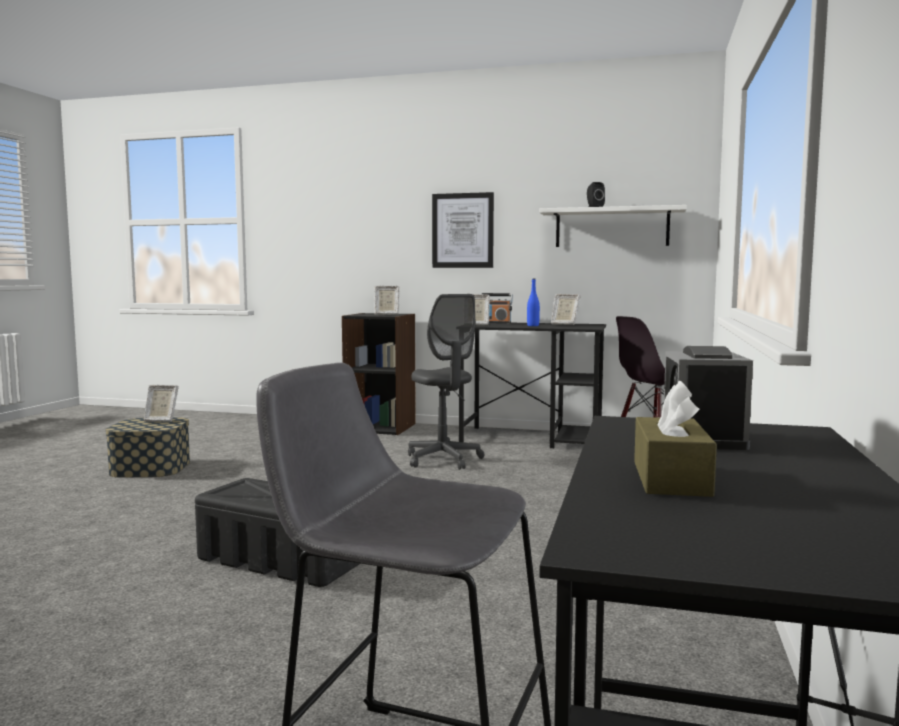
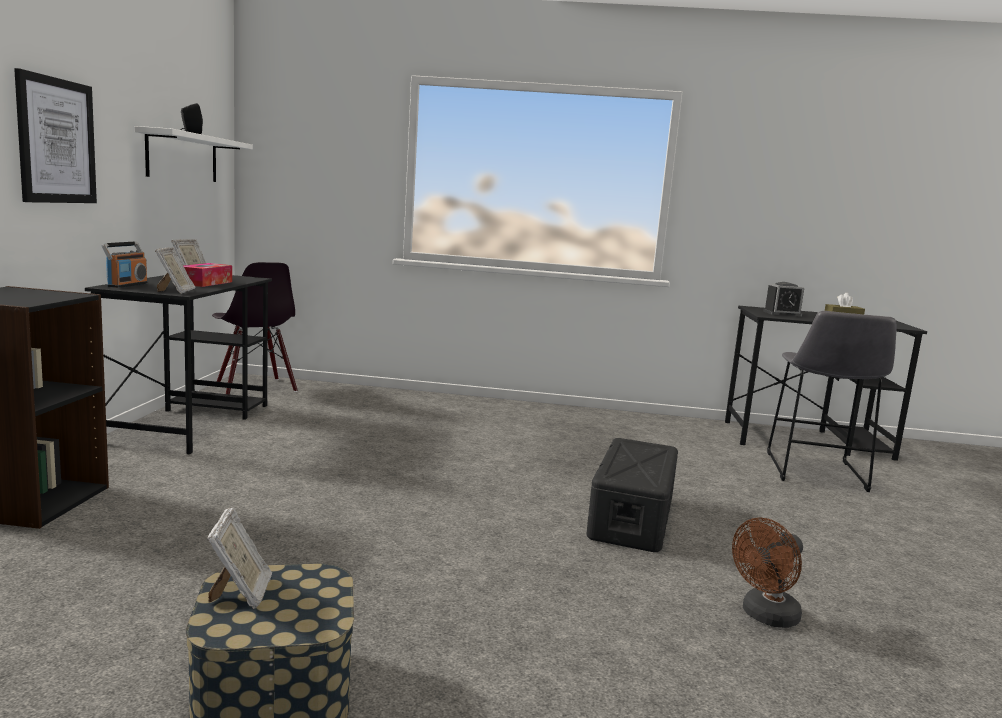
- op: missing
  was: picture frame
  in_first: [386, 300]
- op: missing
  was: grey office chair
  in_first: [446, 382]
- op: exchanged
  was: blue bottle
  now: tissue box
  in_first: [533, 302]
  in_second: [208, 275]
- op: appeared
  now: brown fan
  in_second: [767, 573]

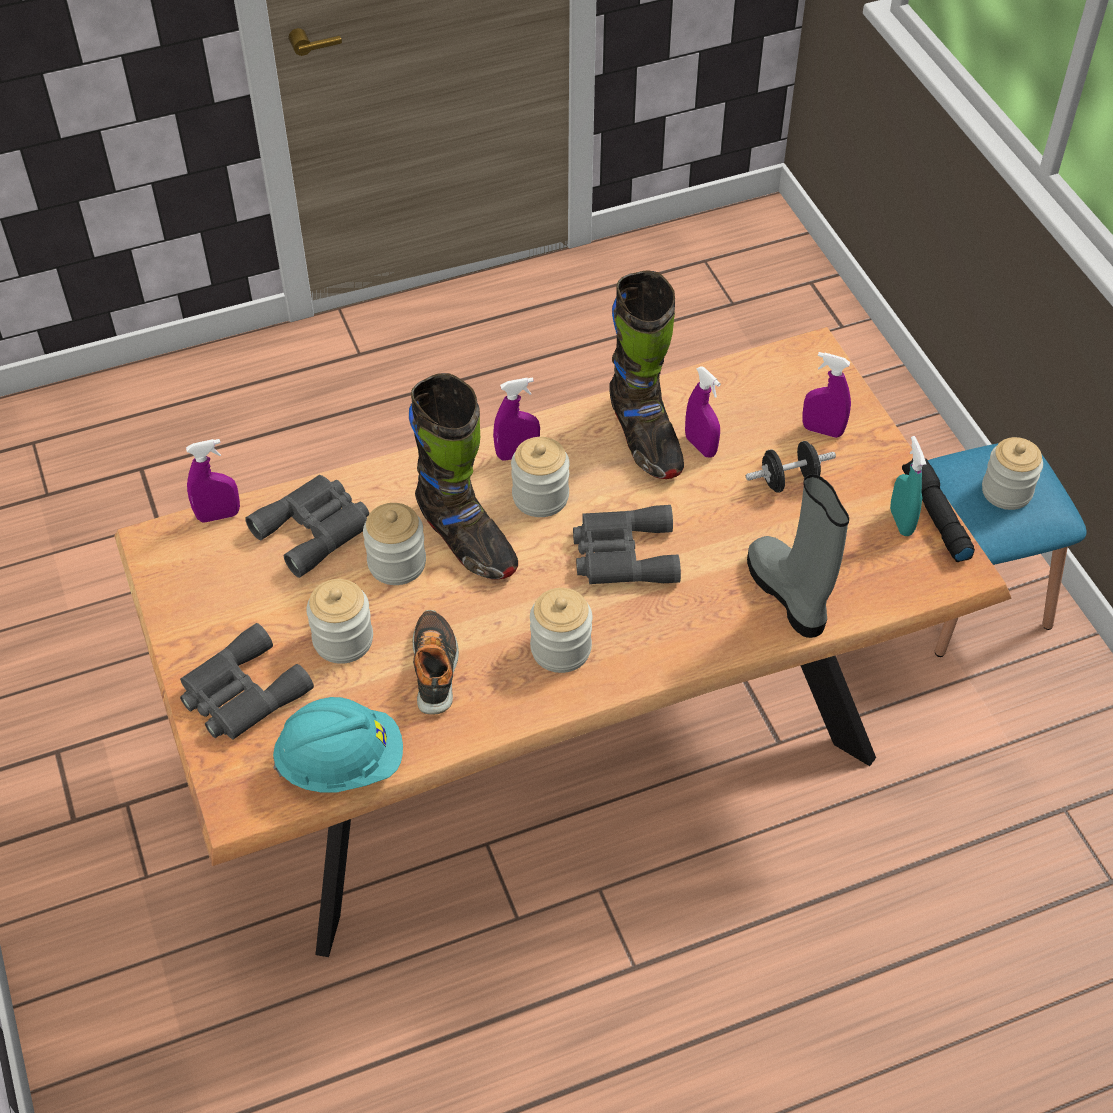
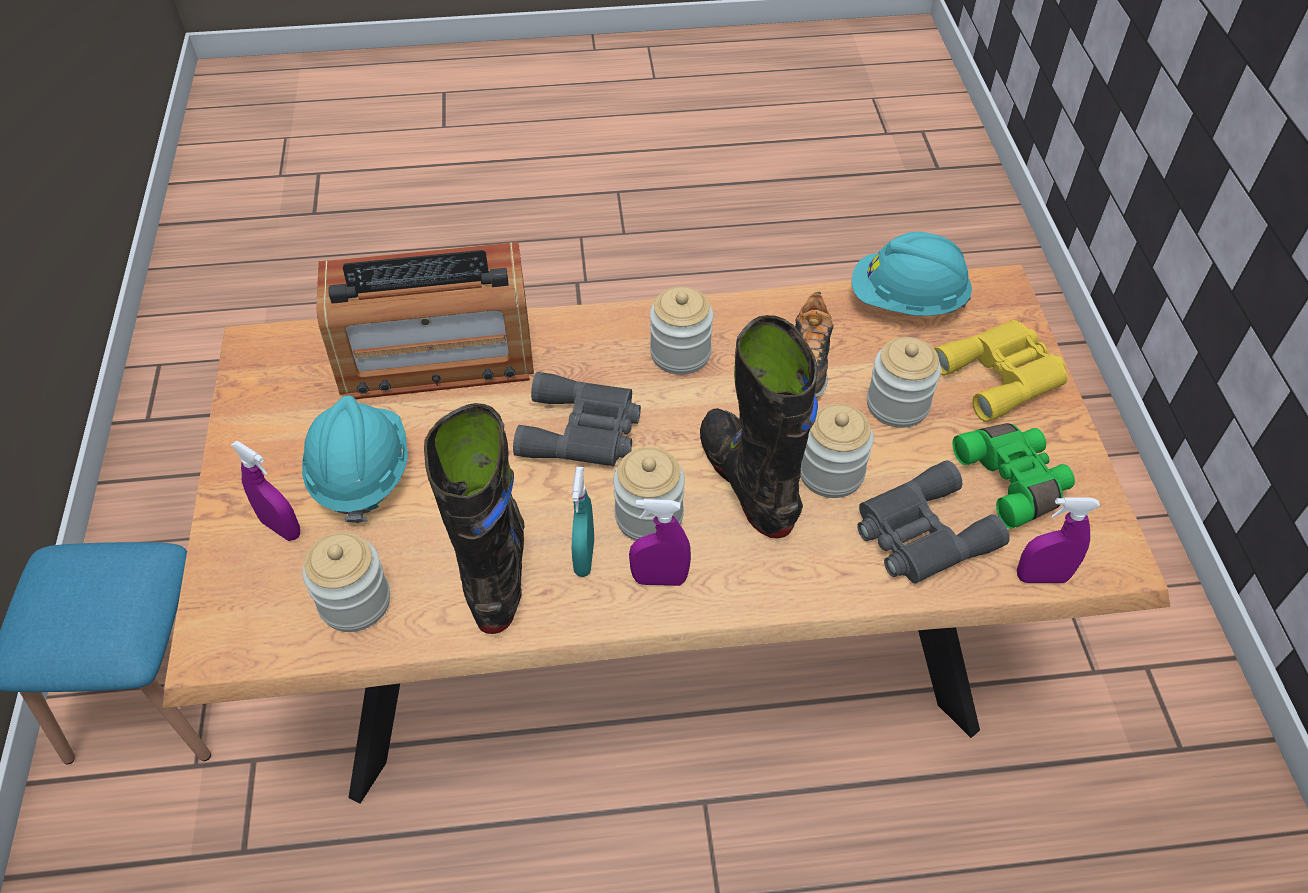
- op: colour
  was: grey binoculars
  now: yellow binoculars
  in_first: [247, 681]
  in_second: [1001, 371]
- op: missing
  was: purple spray bottle
  in_first: [703, 412]
- op: exchanged
  was: black dumbbell
  now: turquoise hard hat
  in_first: [791, 467]
  in_second: [355, 459]
- op: exchanged
  was: grey boot
  now: radio
  in_first: [798, 556]
  in_second: [425, 320]
- op: relocated
  was: turquoise spray bottle
  in_first: [908, 486]
  in_second: [583, 522]
- op: missing
  was: black flashlight
  in_first: [938, 510]
- op: relocated
  was: jar
  in_first: [1012, 473]
  in_second: [346, 582]
- op: appeared
  now: green binoculars
  in_second: [1014, 476]

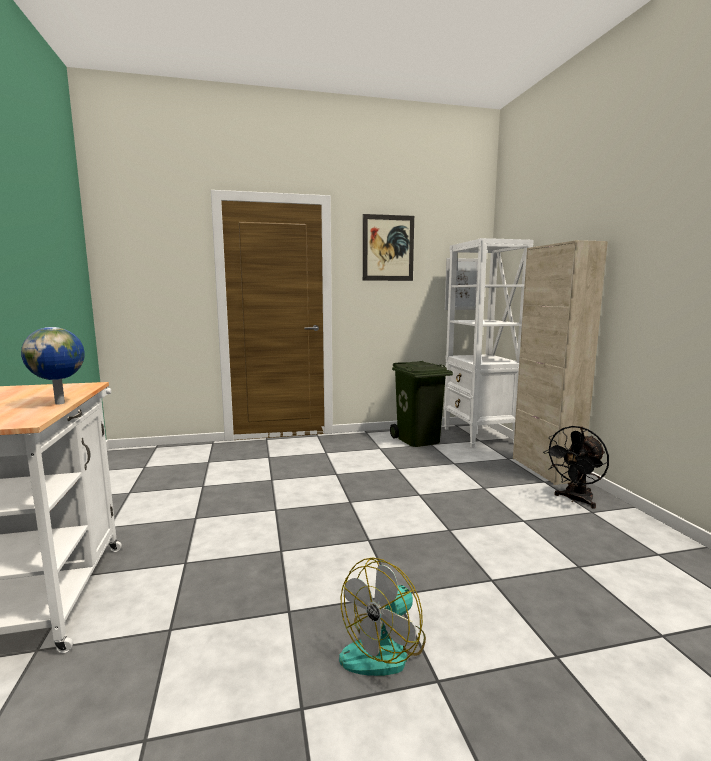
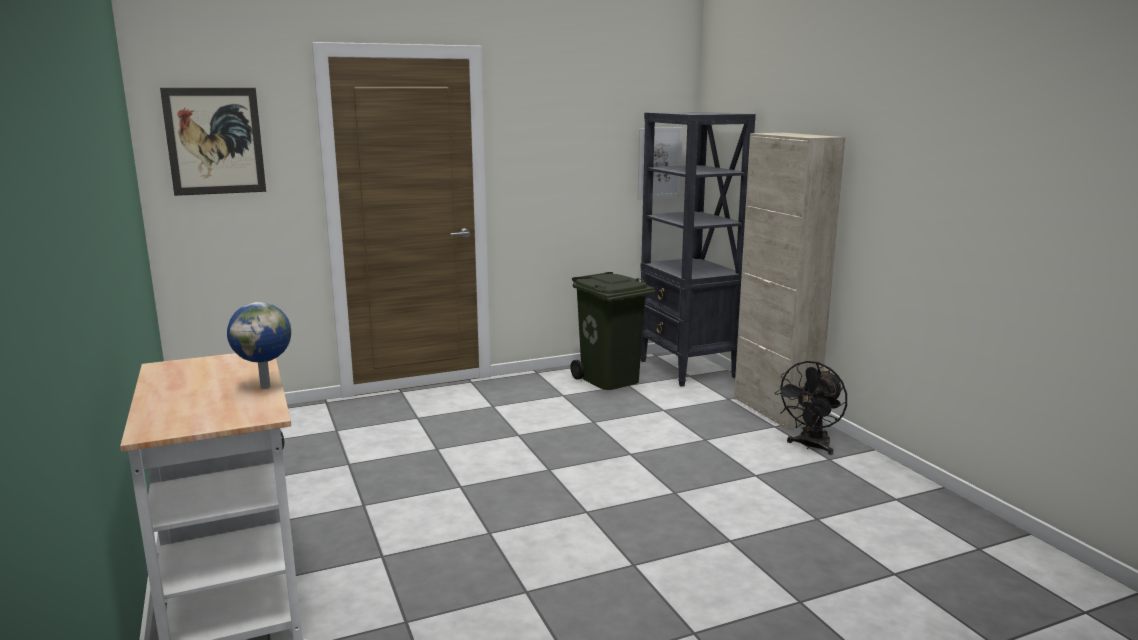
- op: missing
  was: fan
  in_first: [382, 617]
- op: relocated
  was: picture
  in_first: [388, 247]
  in_second: [213, 142]
- op: colour
  was: white bookcase
  now: black bookcase
  in_first: [489, 343]
  in_second: [698, 249]

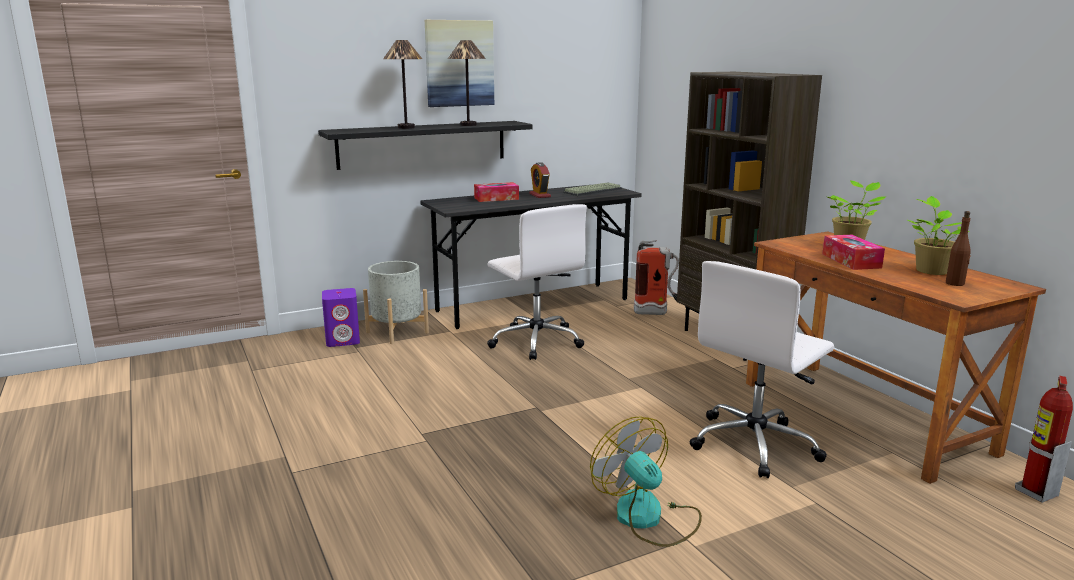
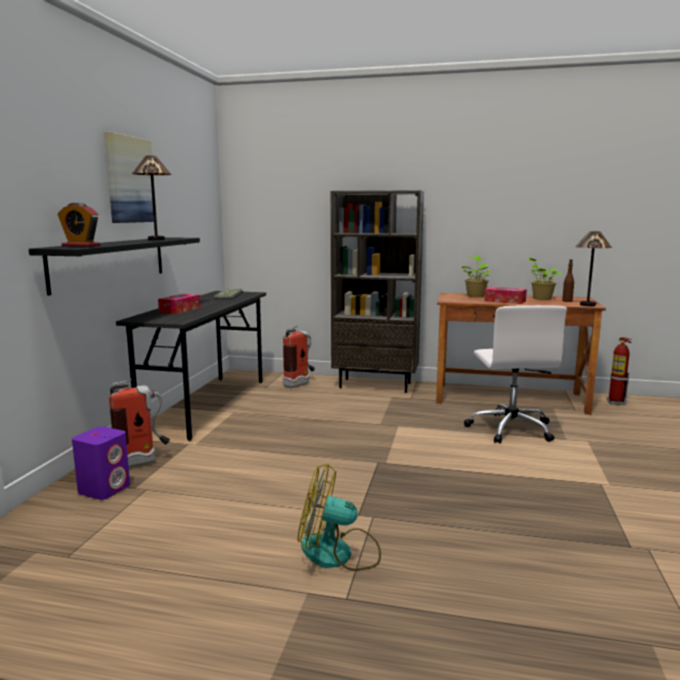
- op: exchanged
  was: grey planter
  now: fire extinguisher
  in_first: [396, 302]
  in_second: [139, 423]
- op: relocated
  was: table lamp
  in_first: [402, 84]
  in_second: [593, 268]
- op: missing
  was: white office chair
  in_first: [537, 282]
- op: relocated
  was: alarm clock
  in_first: [540, 180]
  in_second: [79, 225]
- op: relocated
  was: fan
  in_first: [646, 481]
  in_second: [339, 517]

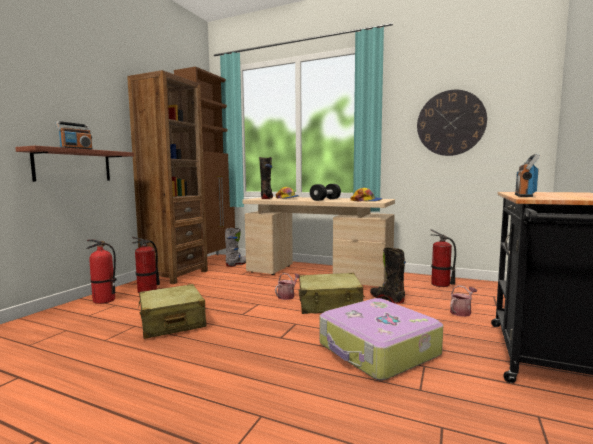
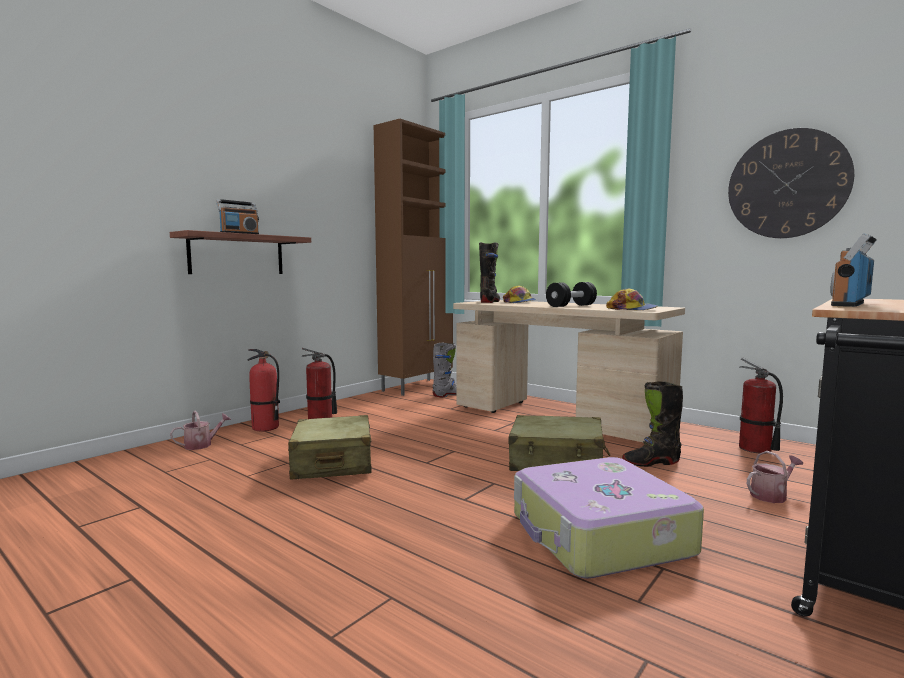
- op: missing
  was: brown bookcase
  in_first: [167, 177]
- op: relocated
  was: watering can
  in_first: [287, 286]
  in_second: [200, 430]
- op: spun
  was: black boot
  in_first: [388, 275]
  in_second: [652, 424]
  clockwise: -75

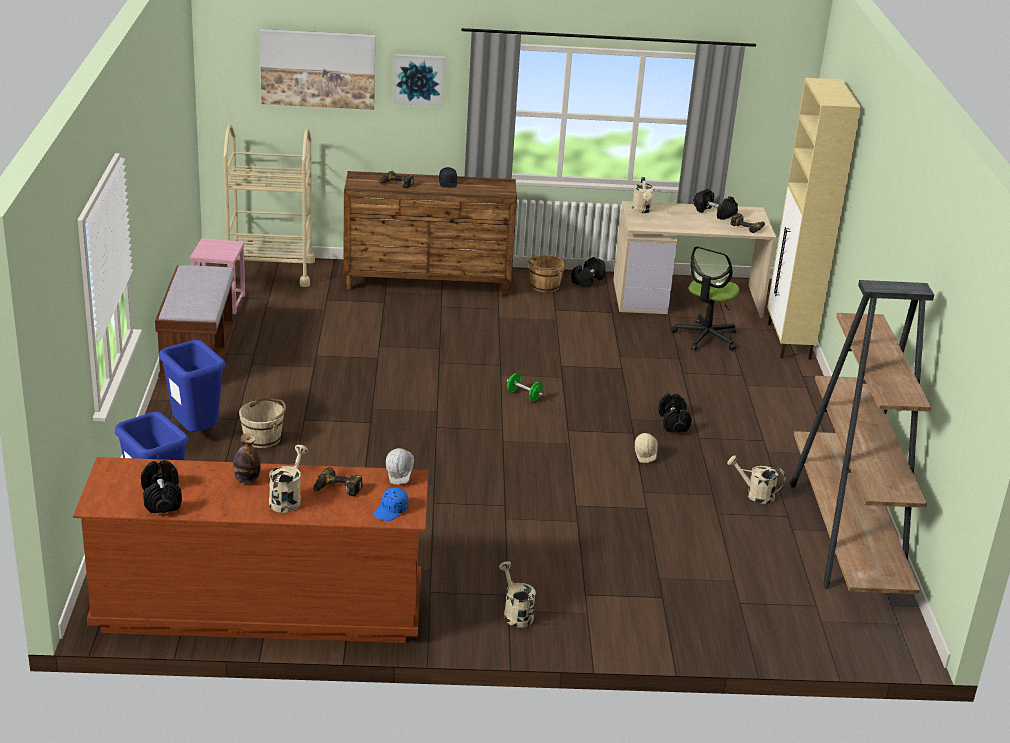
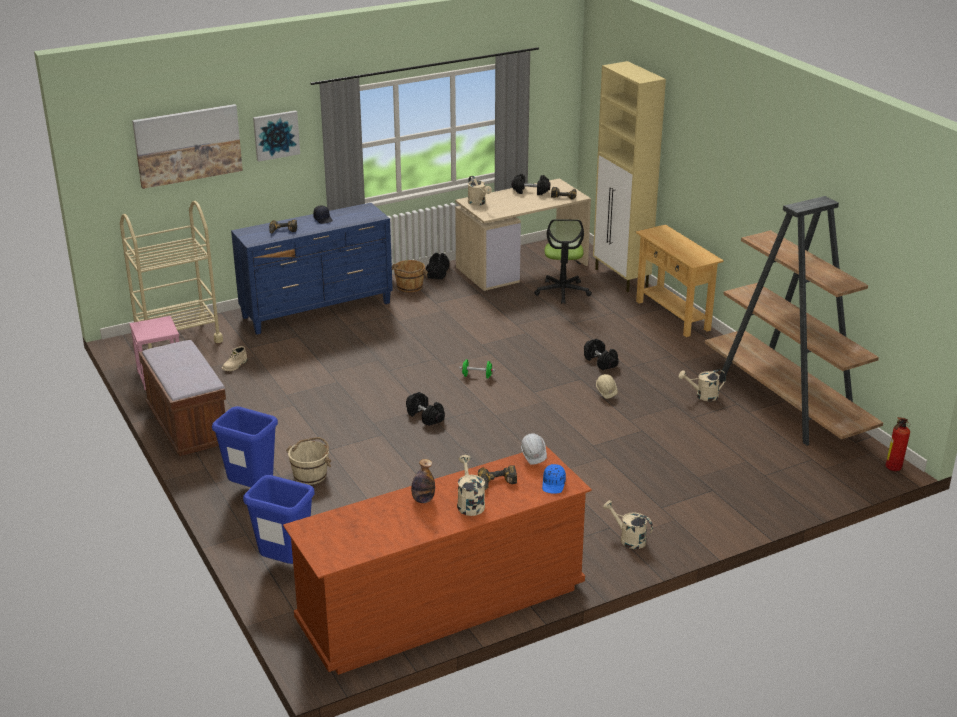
- op: relocated
  was: black dumbbell
  in_first: [161, 486]
  in_second: [425, 409]
- op: colour
  was: brown dresser
  now: blue dresser
  in_first: [430, 234]
  in_second: [312, 269]
- op: appeared
  now: beige boot
  in_second: [234, 358]
- op: appeared
  now: beige console table
  in_second: [680, 280]
- op: appeared
  now: fire extinguisher
  in_second: [897, 444]

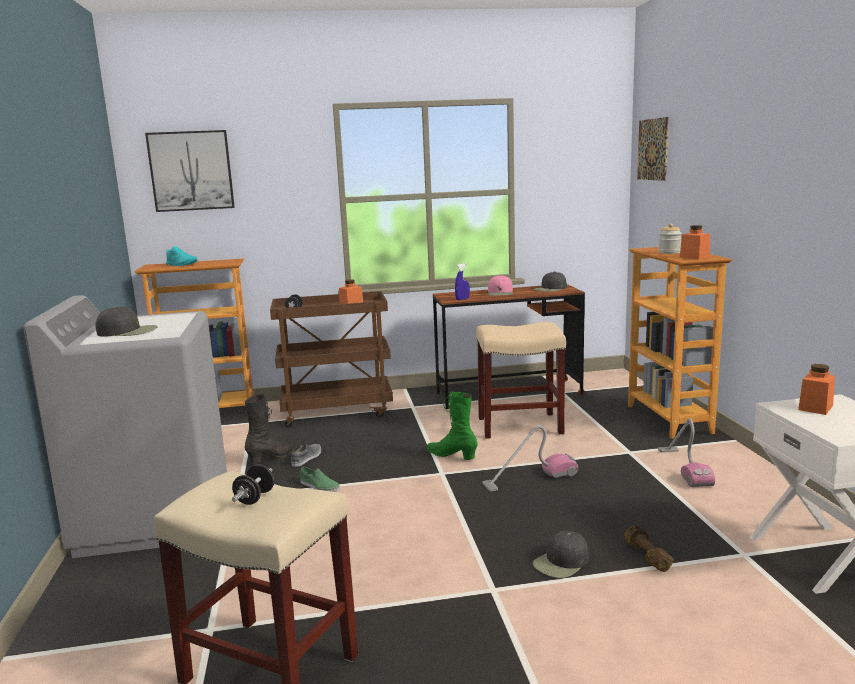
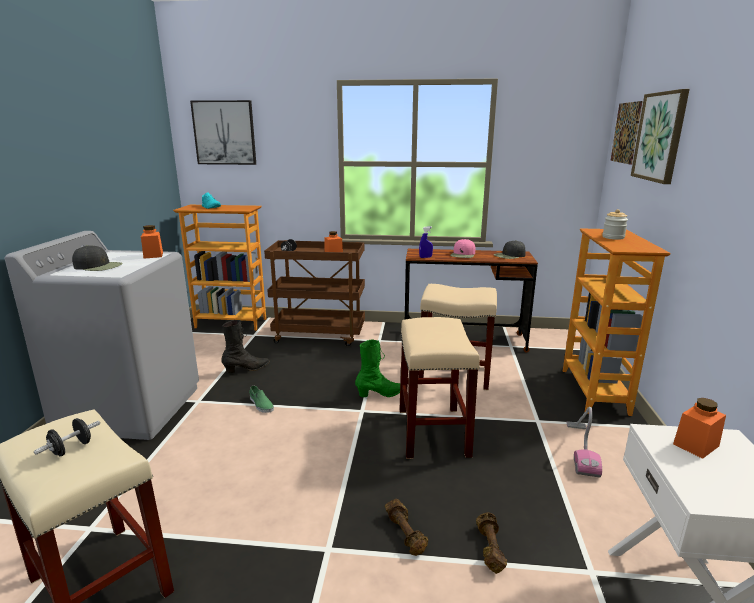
- op: missing
  was: grey shoe
  in_first: [306, 455]
- op: spun
  was: green boot
  in_first: [452, 426]
  in_second: [377, 368]
  clockwise: 105
- op: exchanged
  was: vacuum cleaner
  now: beige stool
  in_first: [530, 458]
  in_second: [439, 388]
- op: exchanged
  was: black cap
  now: brown dumbbell
  in_first: [561, 554]
  in_second: [406, 527]
- op: relocated
  was: orange jar
  in_first: [695, 242]
  in_second: [152, 242]
- op: appeared
  now: picture
  in_second: [660, 136]

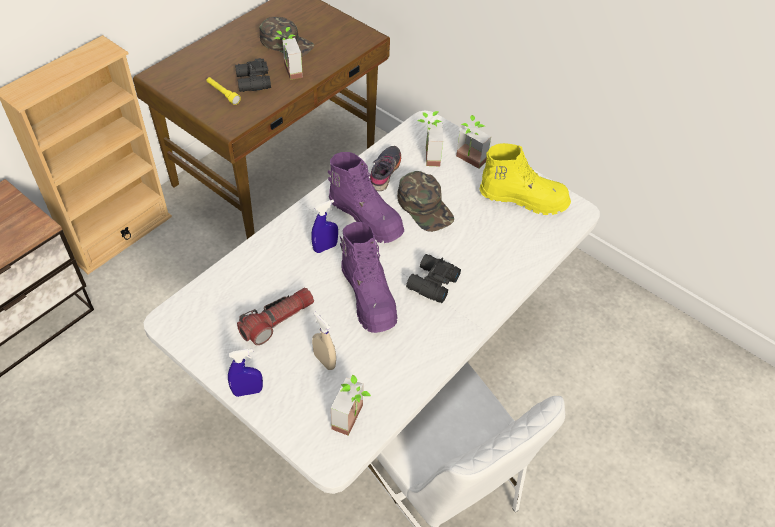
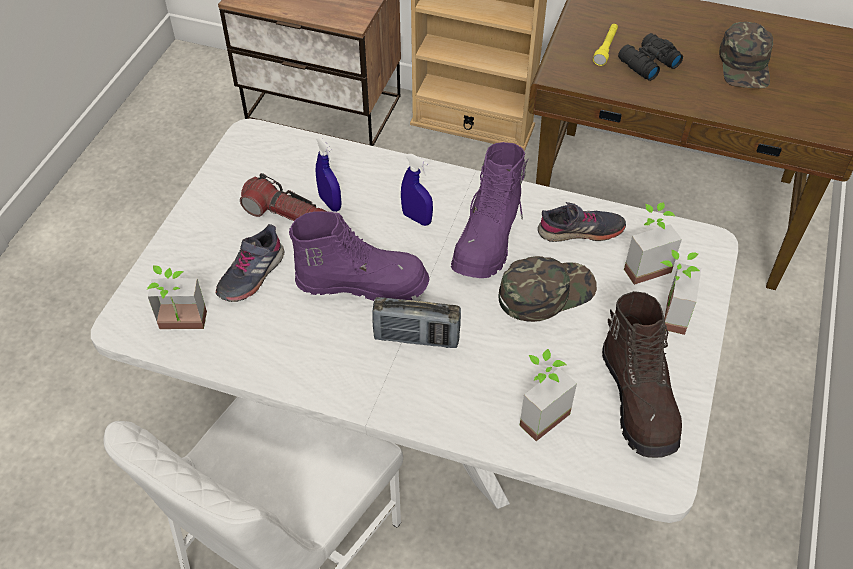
- op: relocated
  was: blue spray bottle
  in_first: [245, 373]
  in_second: [329, 174]
- op: relocated
  was: potted plant
  in_first: [288, 53]
  in_second: [548, 395]
- op: exchanged
  was: beige spray bottle
  now: grey shoe
  in_first: [324, 341]
  in_second: [250, 263]
- op: spun
  was: purple boot
  in_first: [369, 277]
  in_second: [359, 256]
  clockwise: -135
- op: spun
  was: green cap
  in_first: [425, 201]
  in_second: [548, 289]
  clockwise: -150
- op: exchanged
  was: black binoculars
  now: radio
  in_first: [433, 278]
  in_second: [417, 322]
- op: colour
  was: yellow boot
  now: brown boot
  in_first: [525, 179]
  in_second: [642, 374]

